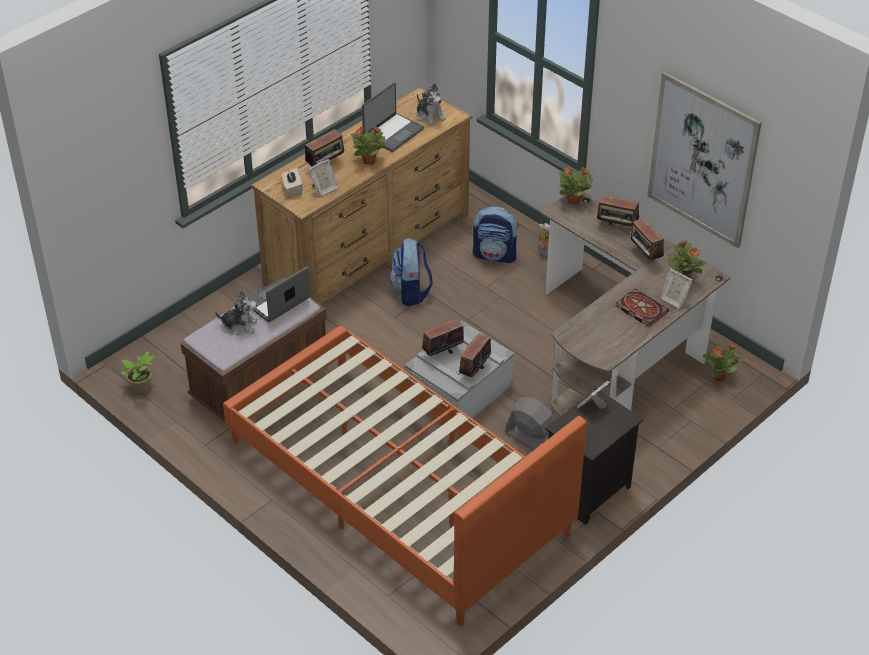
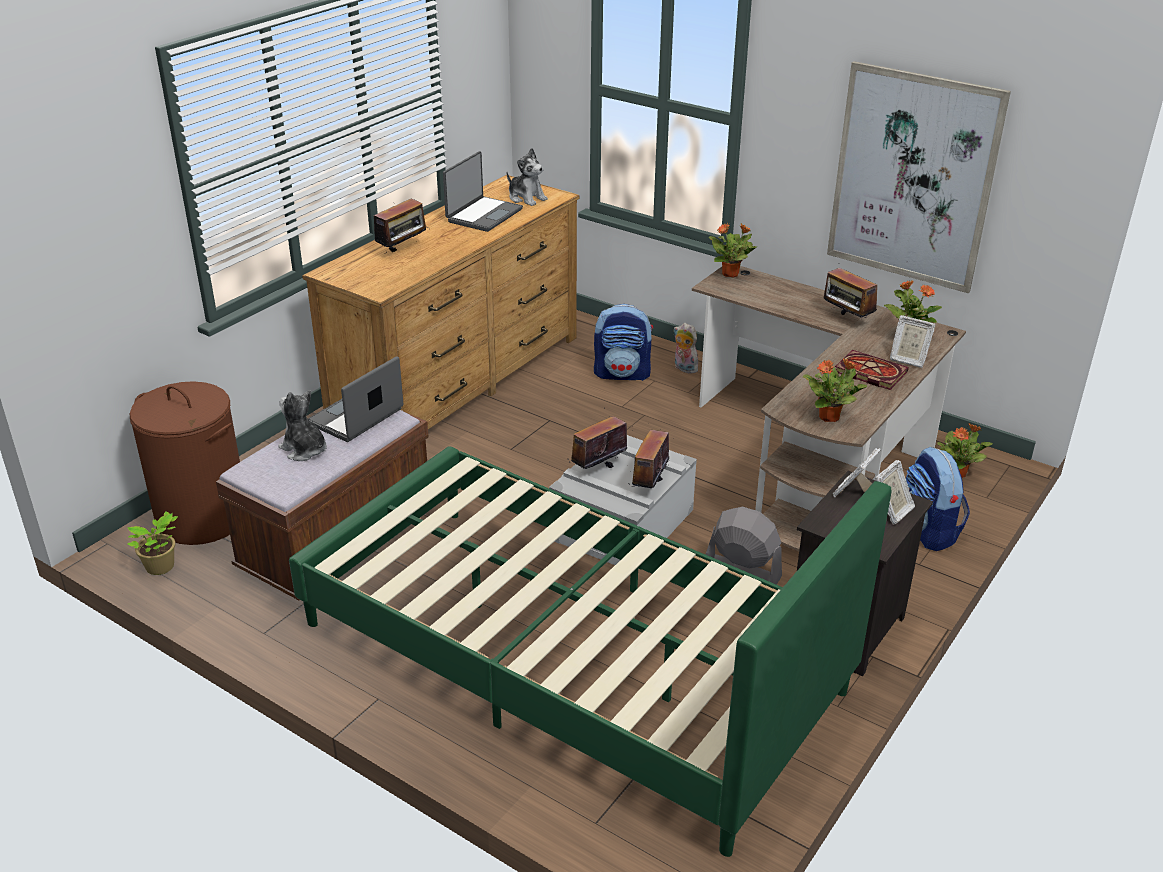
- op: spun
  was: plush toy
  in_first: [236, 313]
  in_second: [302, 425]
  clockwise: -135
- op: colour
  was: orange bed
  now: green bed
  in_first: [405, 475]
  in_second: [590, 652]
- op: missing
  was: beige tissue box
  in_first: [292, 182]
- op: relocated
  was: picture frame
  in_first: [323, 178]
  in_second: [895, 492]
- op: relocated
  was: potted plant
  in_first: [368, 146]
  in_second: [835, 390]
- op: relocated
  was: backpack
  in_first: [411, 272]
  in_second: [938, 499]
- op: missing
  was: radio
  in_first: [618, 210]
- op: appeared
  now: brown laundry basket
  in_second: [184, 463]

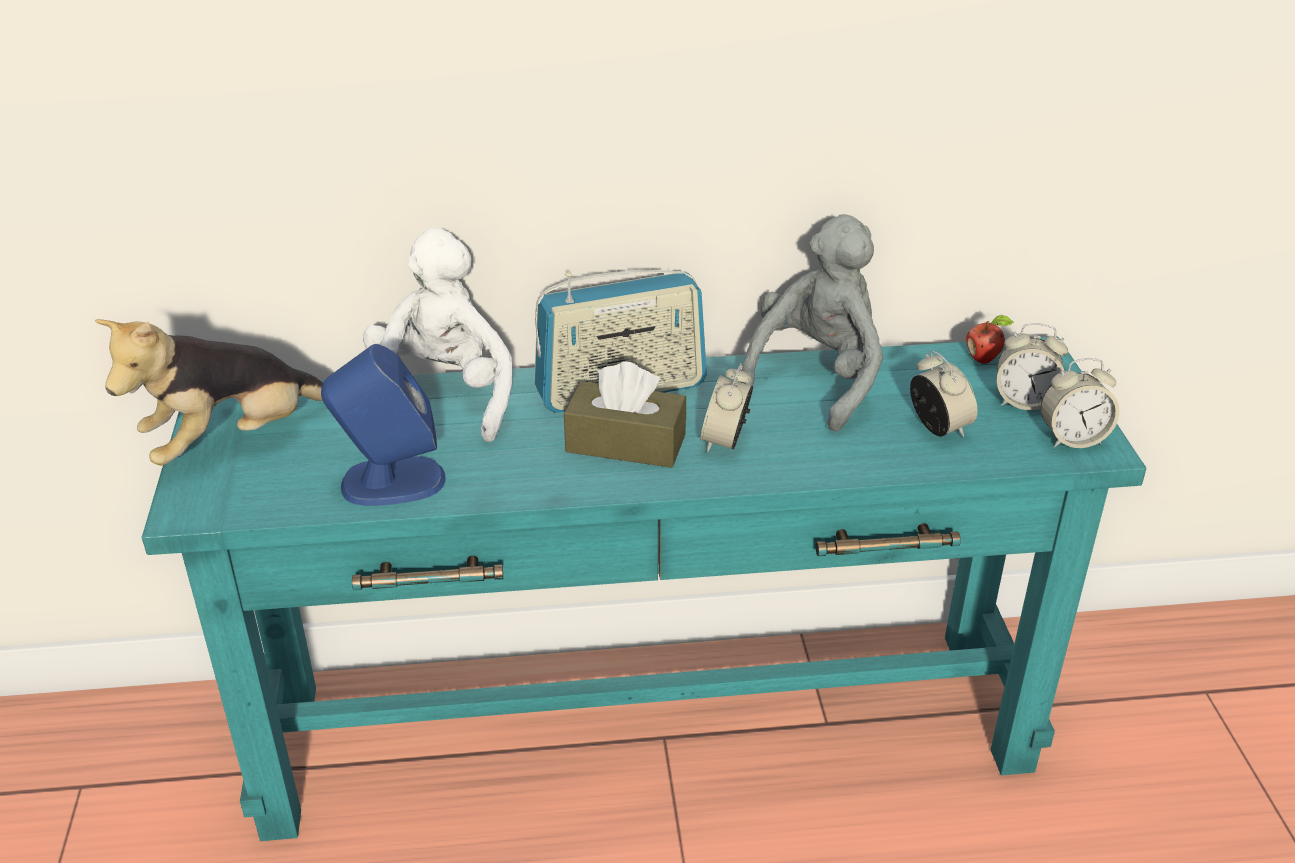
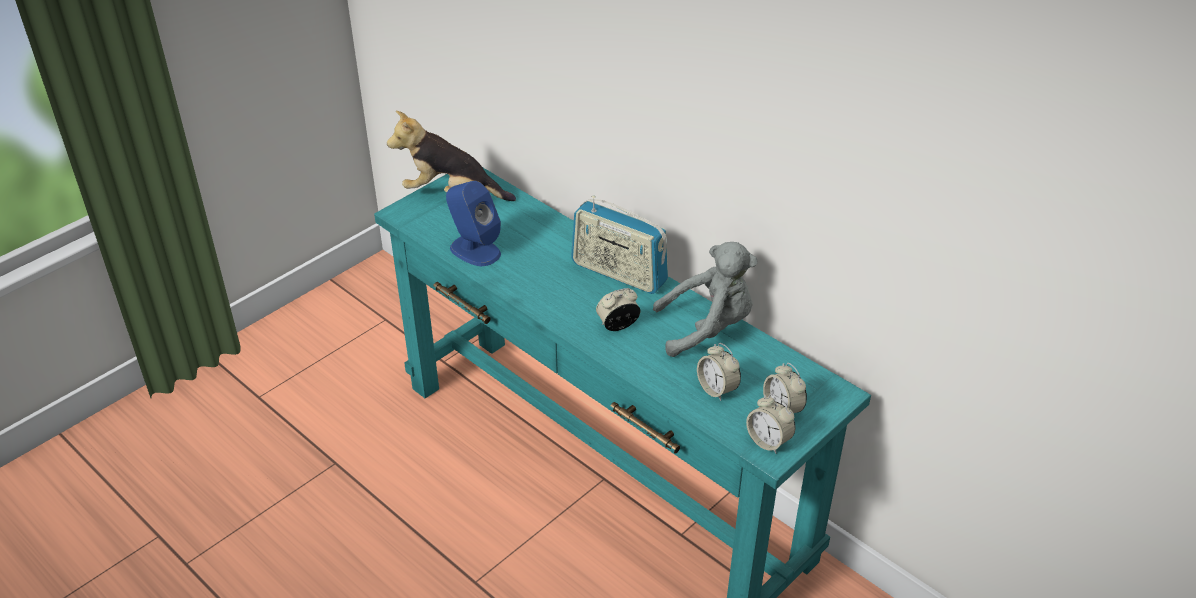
- op: missing
  was: white plush toy
  in_first: [438, 335]
- op: missing
  was: brown tissue box
  in_first: [625, 415]
- op: spun
  was: alarm clock
  in_first: [944, 394]
  in_second: [719, 372]
  clockwise: 120
- op: missing
  was: apple
  in_first: [990, 339]

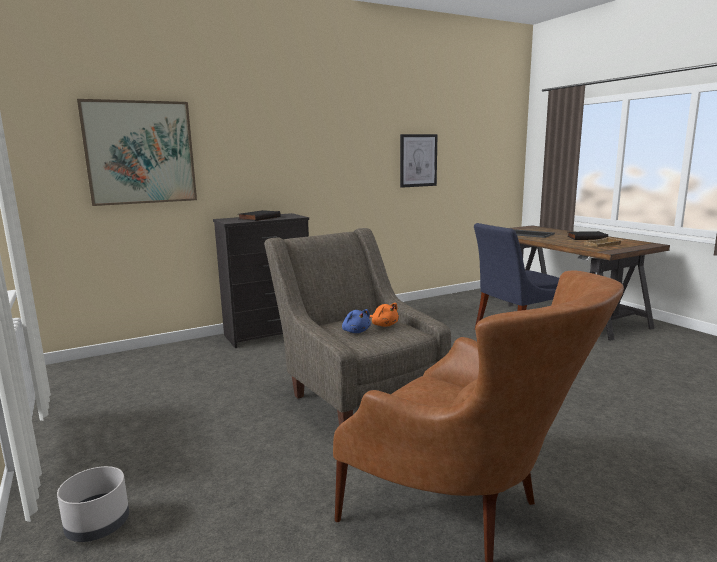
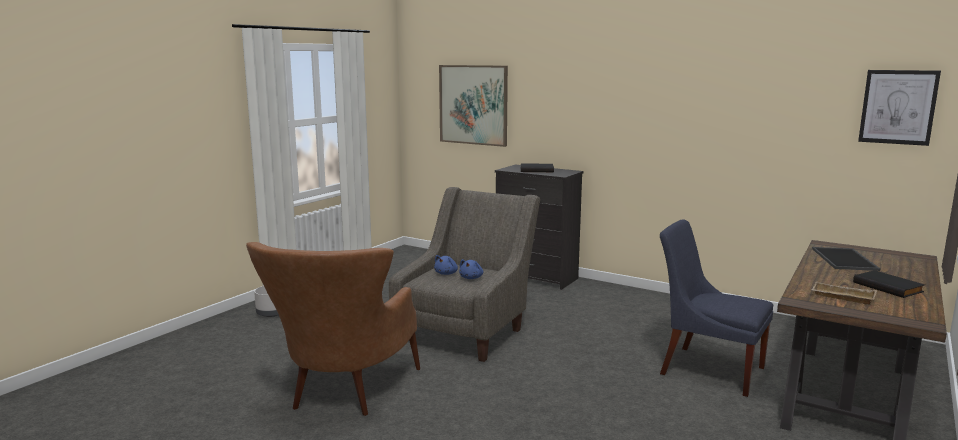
- op: colour
  was: orange plush toy
  now: blue plush toy
  in_first: [384, 315]
  in_second: [471, 269]
- op: relocated
  was: picture
  in_first: [418, 161]
  in_second: [899, 108]

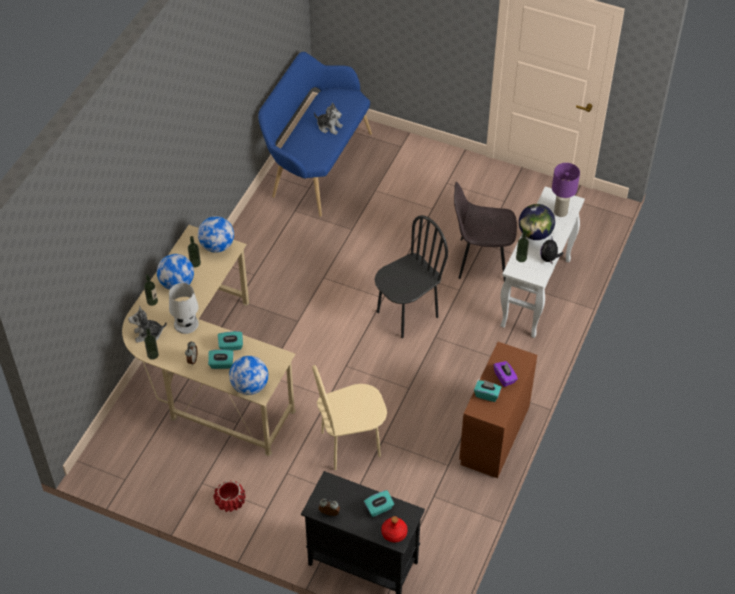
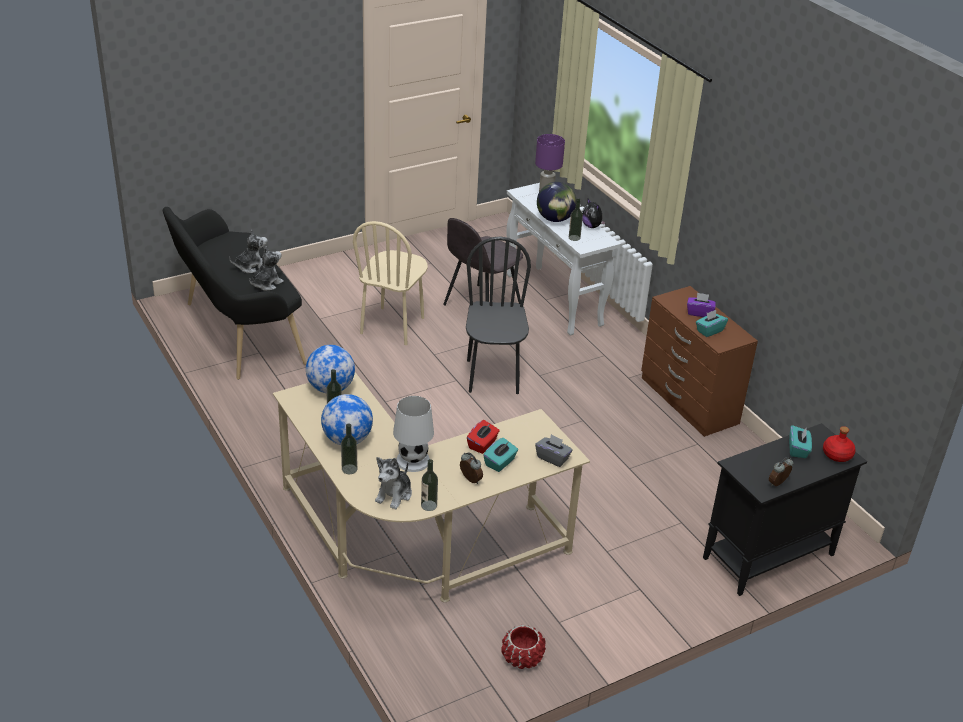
- op: relocated
  was: red planter
  in_first: [229, 496]
  in_second: [523, 647]
- op: colour
  was: turquoise tissue box
  now: red tissue box
  in_first: [230, 341]
  in_second: [483, 437]
- op: exchanged
  was: globe
  now: grey tissue box
  in_first: [248, 375]
  in_second: [554, 450]
- op: colour
  was: blue bench
  now: black bench
  in_first: [315, 134]
  in_second: [235, 293]
- op: relocated
  was: beige chair
  in_first: [349, 417]
  in_second: [390, 283]
- op: appeared
  now: plush toy
  in_second: [266, 268]

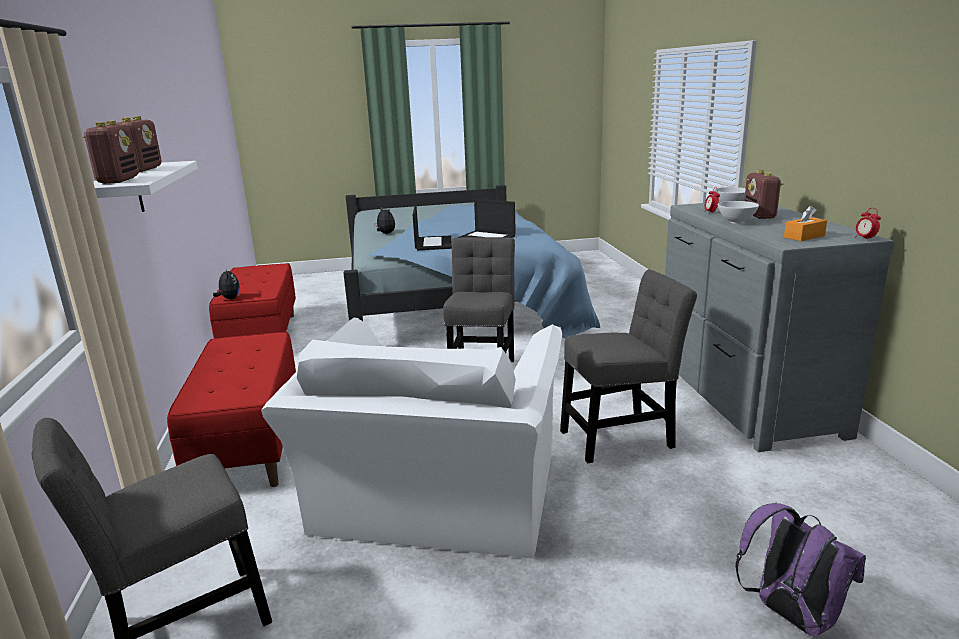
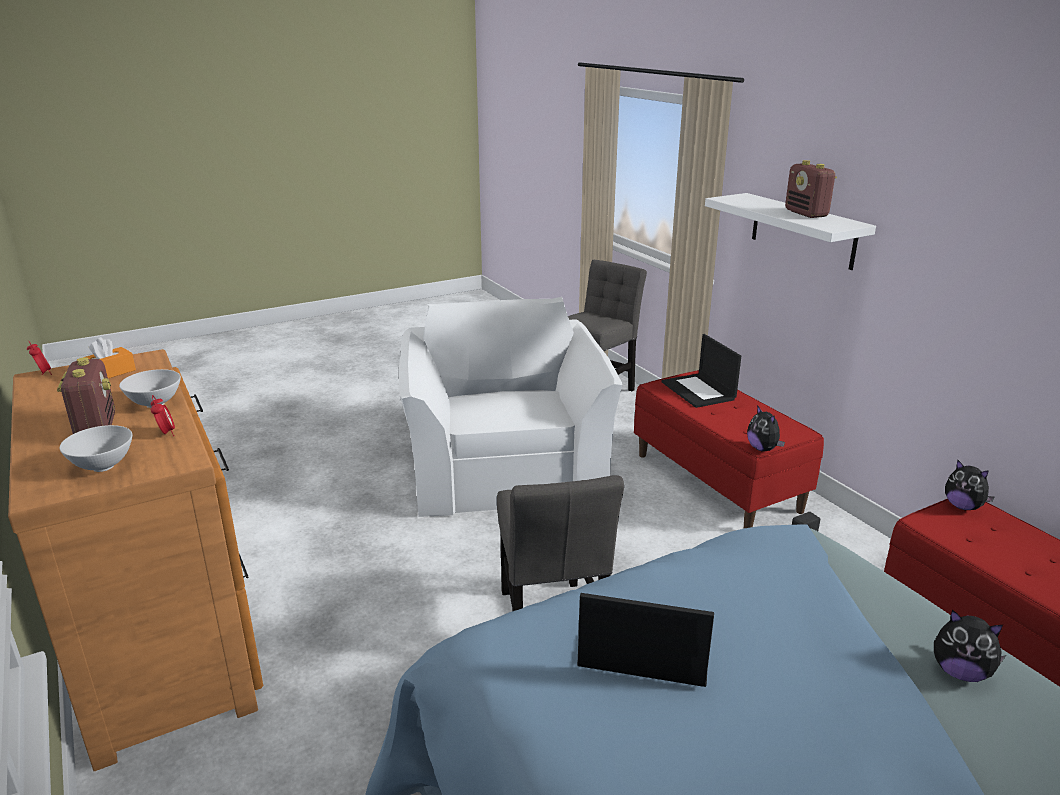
- op: missing
  was: radio
  in_first: [111, 152]
- op: relocated
  was: laptop
  in_first: [432, 227]
  in_second: [701, 371]
- op: missing
  was: grey chair
  in_first: [628, 366]
- op: colour
  was: grey dresser
  now: brown dresser
  in_first: [780, 327]
  in_second: [135, 560]
- op: missing
  was: purple backpack
  in_first: [800, 569]
- op: appeared
  now: plush toy
  in_second: [766, 428]

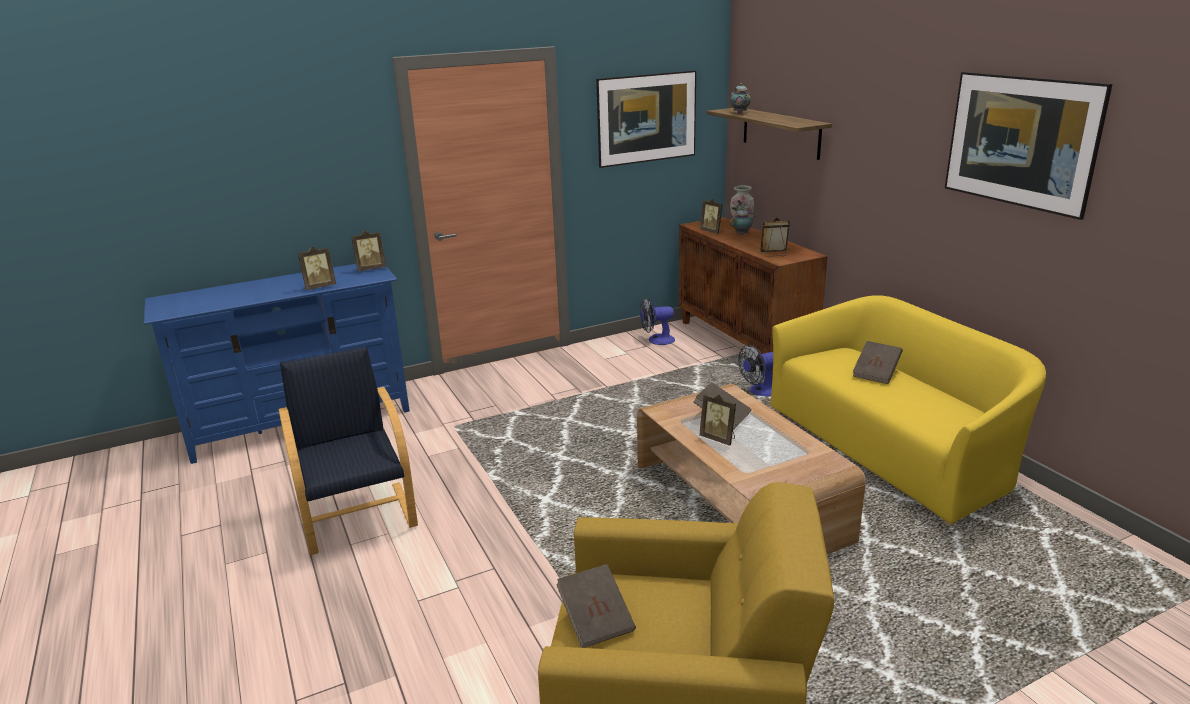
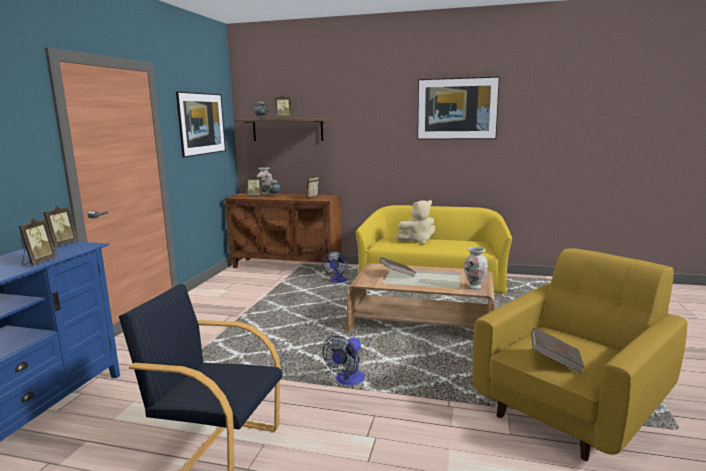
- op: relocated
  was: fan
  in_first: [657, 321]
  in_second: [344, 360]
- op: relocated
  was: picture frame
  in_first: [717, 420]
  in_second: [283, 107]
- op: exchanged
  was: brown book
  now: beige plush toy
  in_first: [878, 362]
  in_second: [416, 222]
- op: appeared
  now: vase
  in_second: [476, 268]

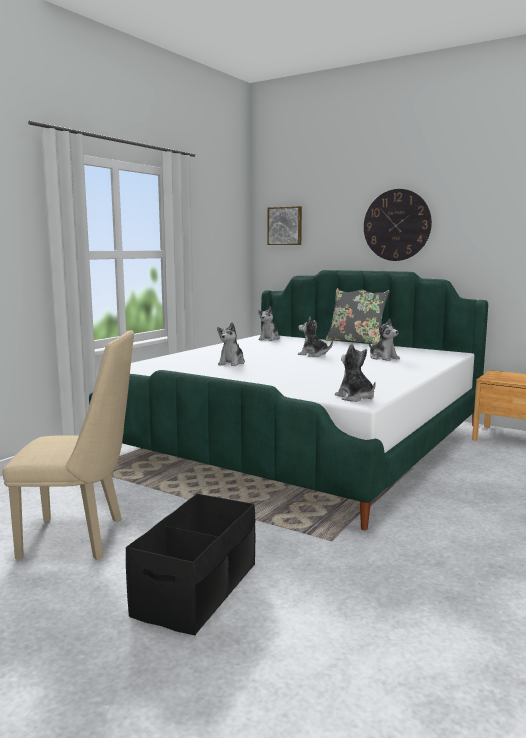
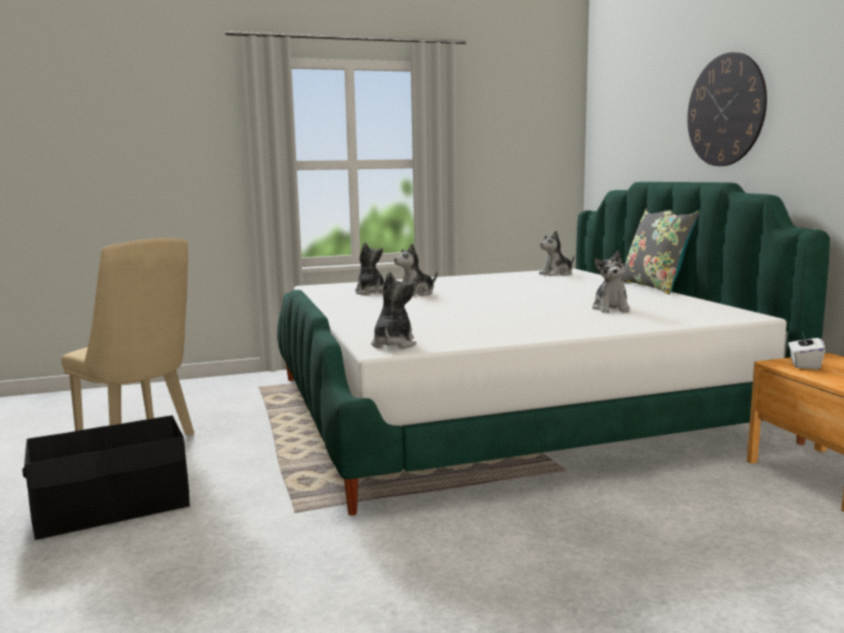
- op: missing
  was: picture
  in_first: [285, 225]
- op: relocated
  was: plush toy
  in_first: [315, 336]
  in_second: [369, 268]
- op: appeared
  now: white tissue box
  in_second: [806, 350]

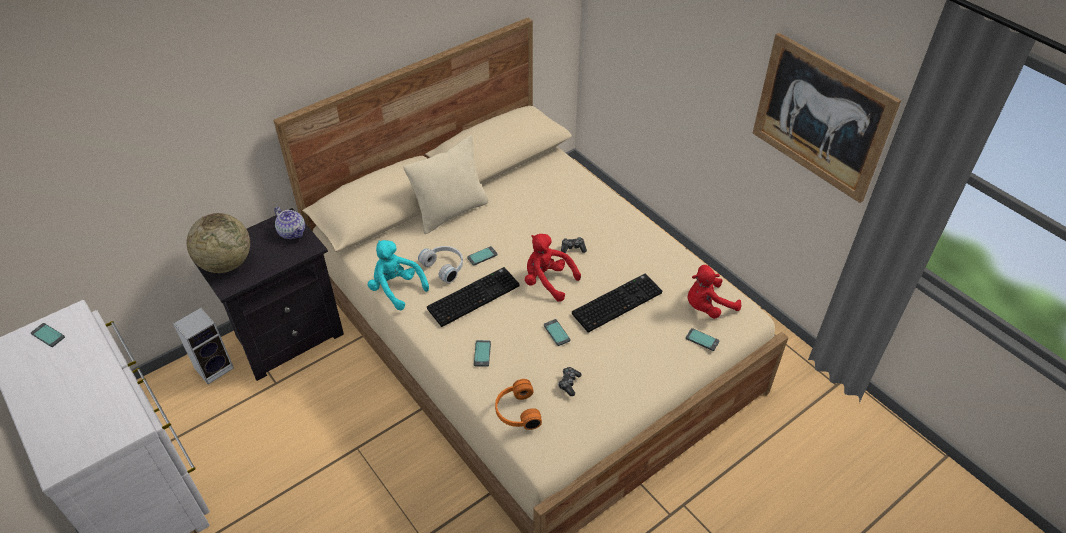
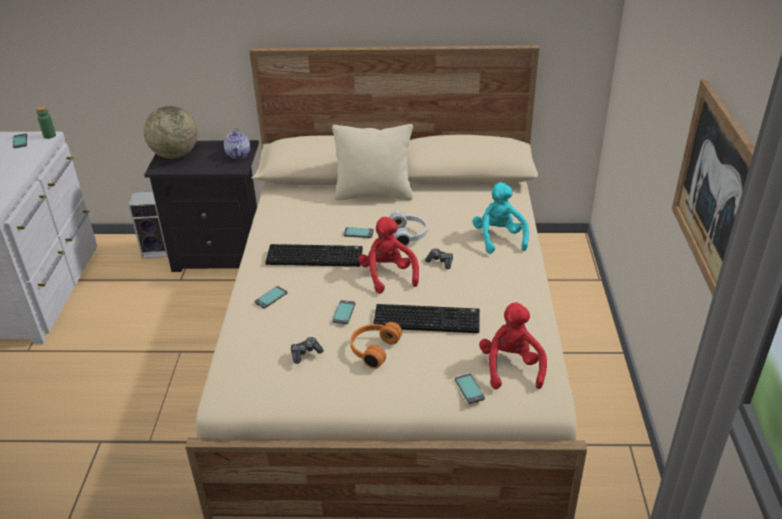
- op: relocated
  was: turquoise plush toy
  in_first: [398, 275]
  in_second: [500, 218]
- op: relocated
  was: white headphones
  in_first: [440, 264]
  in_second: [409, 228]
- op: relocated
  was: orange headphones
  in_first: [518, 404]
  in_second: [376, 345]
- op: spun
  was: red plush toy
  in_first: [714, 292]
  in_second: [513, 346]
  clockwise: 75
- op: appeared
  now: green bottle
  in_second: [46, 122]

